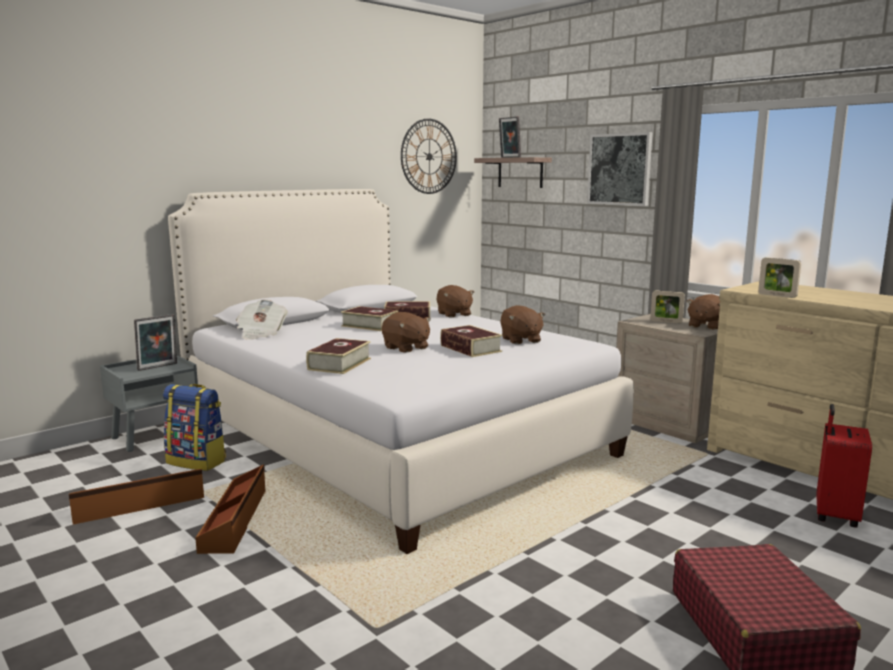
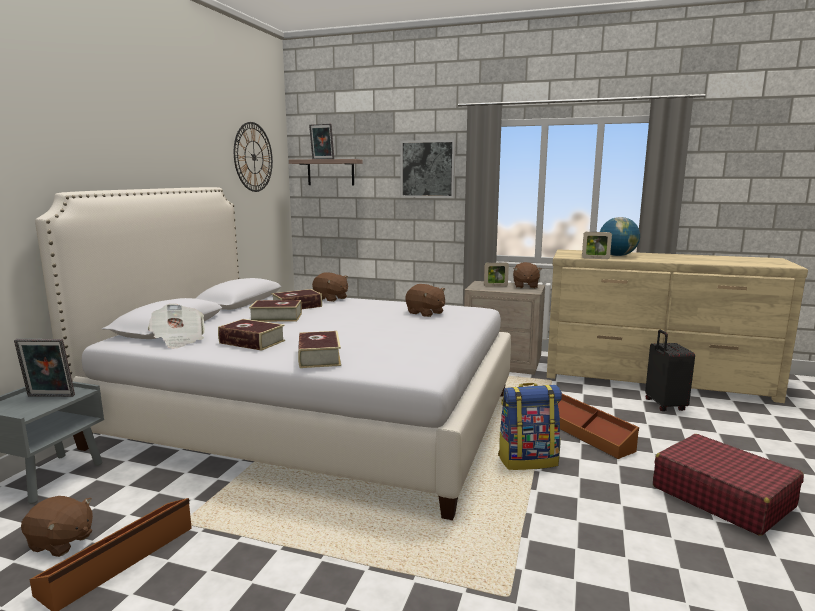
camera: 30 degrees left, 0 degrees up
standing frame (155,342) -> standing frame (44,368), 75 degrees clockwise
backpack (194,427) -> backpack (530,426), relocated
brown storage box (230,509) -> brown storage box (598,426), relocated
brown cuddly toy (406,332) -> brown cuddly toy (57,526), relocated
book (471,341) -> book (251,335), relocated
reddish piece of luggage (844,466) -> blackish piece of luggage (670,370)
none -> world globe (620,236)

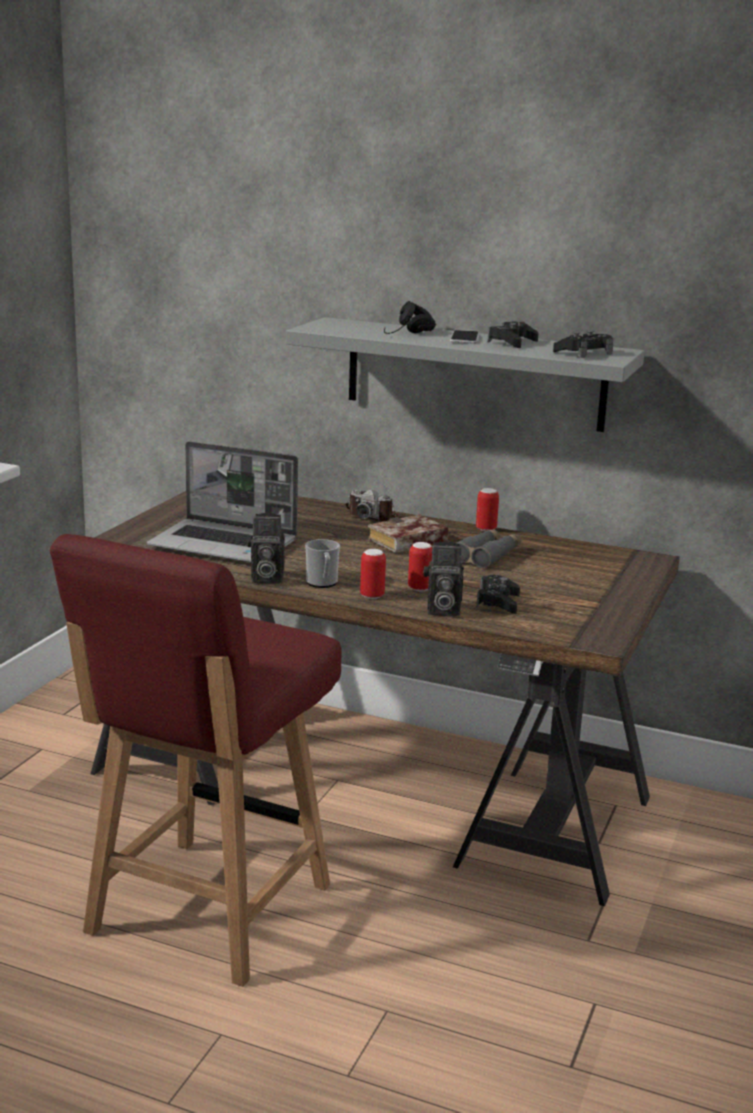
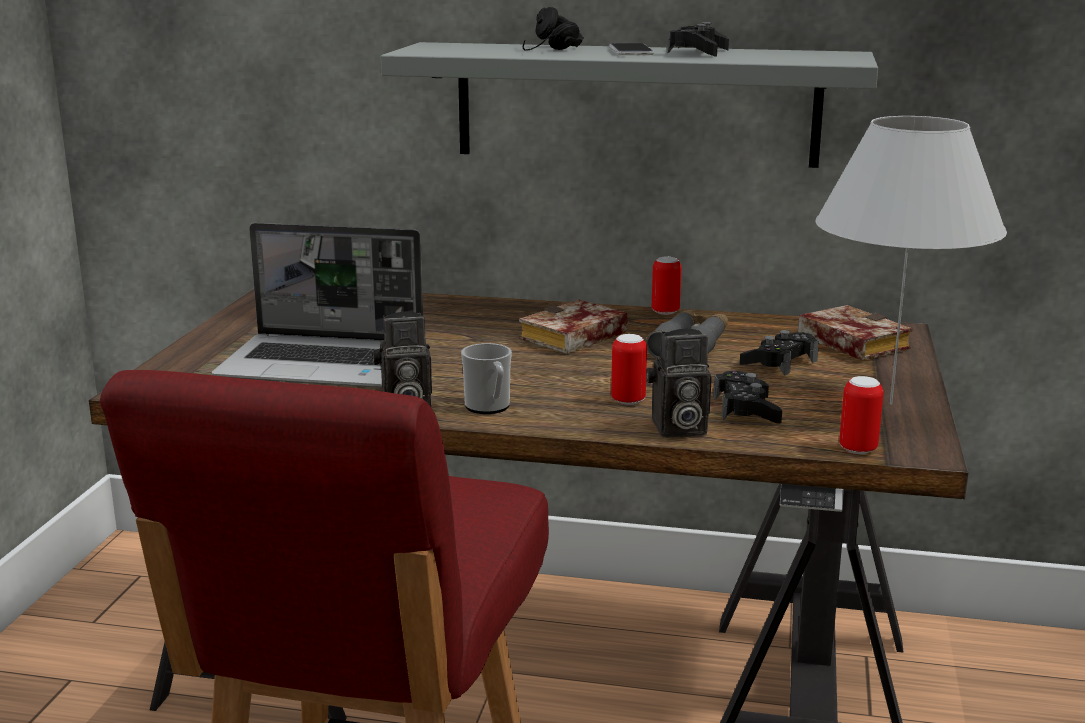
camera: 10 degrees left, 0 degrees up
still camera (371,506) -> none
sealed can (373,574) -> sealed can (861,415), relocated
blackish gamepad (583,344) -> blackish gamepad (779,353), relocated
none -> book (855,333)
none -> white-coloured tabletop lamp (911,260)

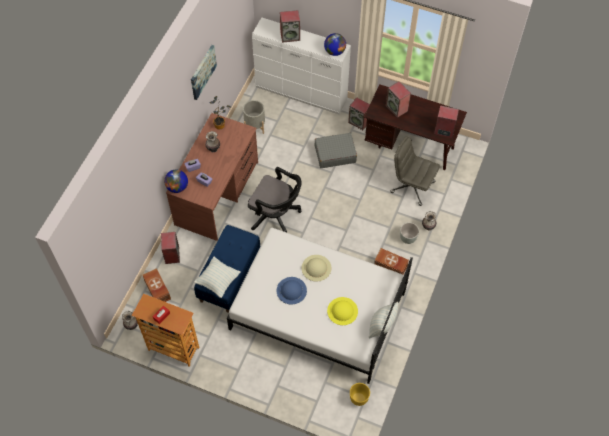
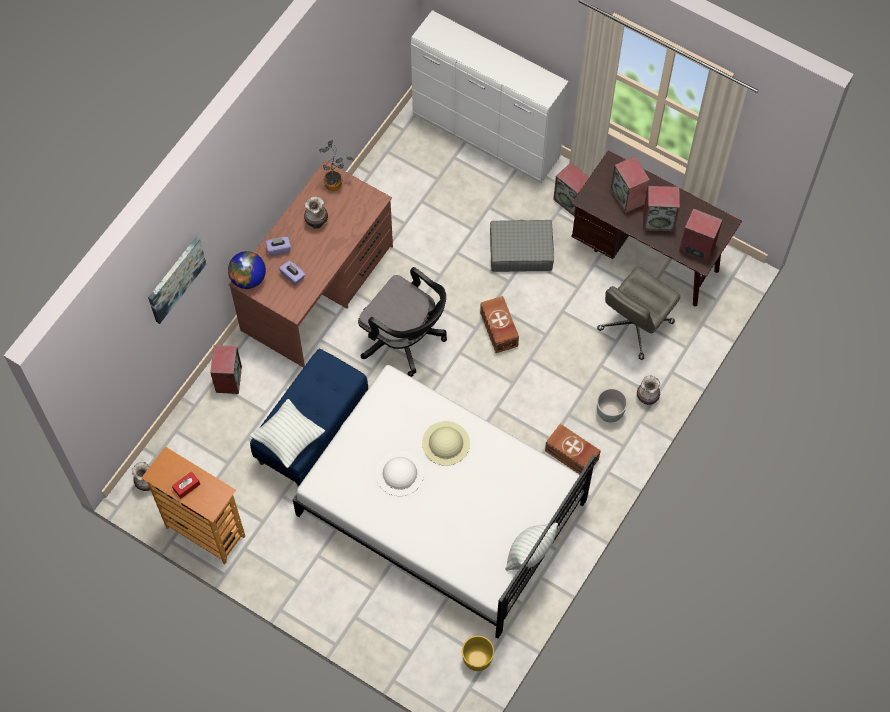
camera: 10 degrees right, 5 degrees up
brown storage box (157,285) -> brown storage box (499,324), relocated
wall art (204,72) -> wall art (177,280), relocated
gray plant pot (254,117) -> none
bluish hat (292,290) -> white-coloured hat (400,473)
loudspeaker (290,26) -> loudspeaker (661,209), relocated
world globe (335,44) -> none
yellowish hat (342,311) -> none
gray desk chair (415,171) -> gray desk chair (639,313), 90 degrees counterclockwise

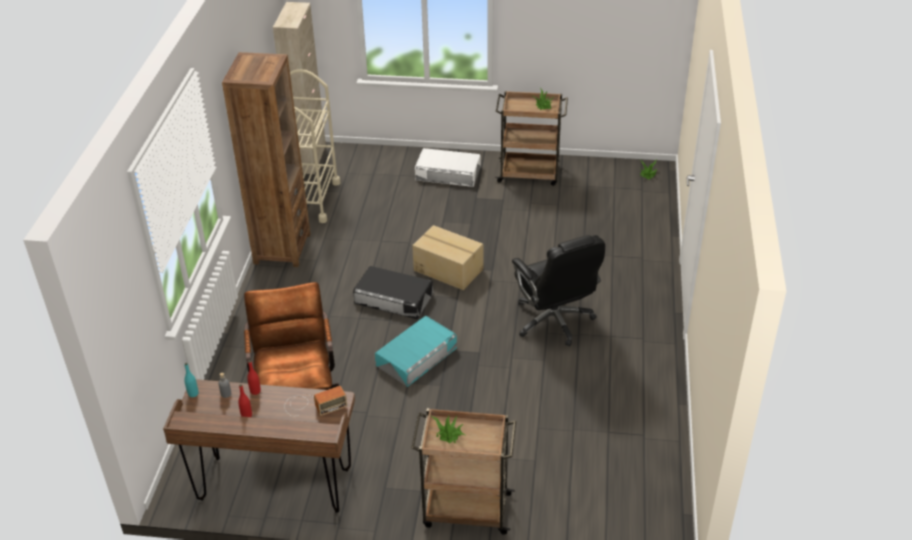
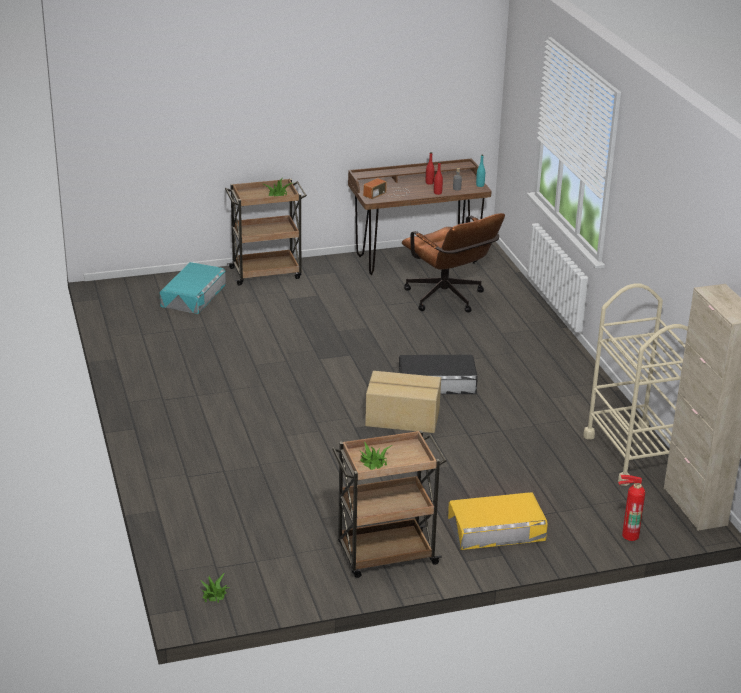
camera: 155 degrees right, 10 degrees down
brown shelving unit (266,159) -> none
turquoise storage box (416,351) -> turquoise storage box (193,288), relocated
white-coloured storage box (448,167) -> yellowish storage box (498,521)
blackish desk chair (558,290) -> none
none -> extinguisher (631,508)

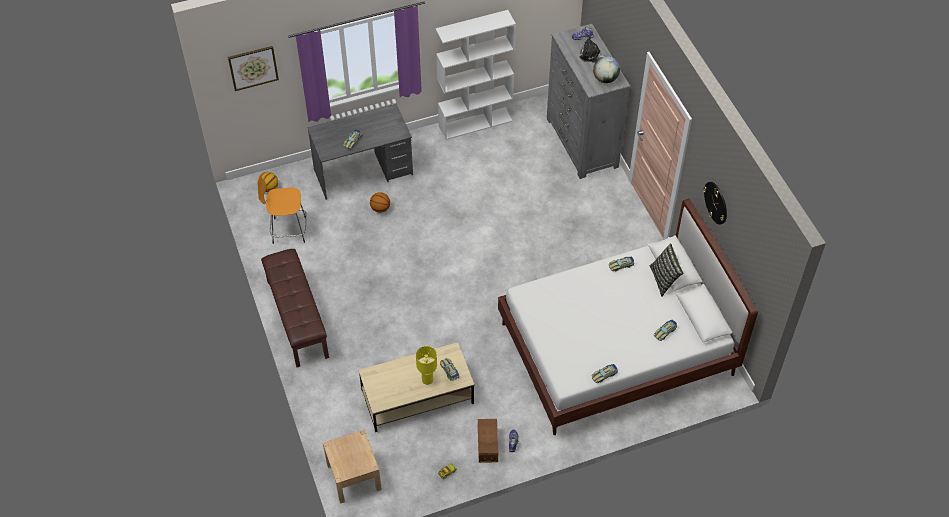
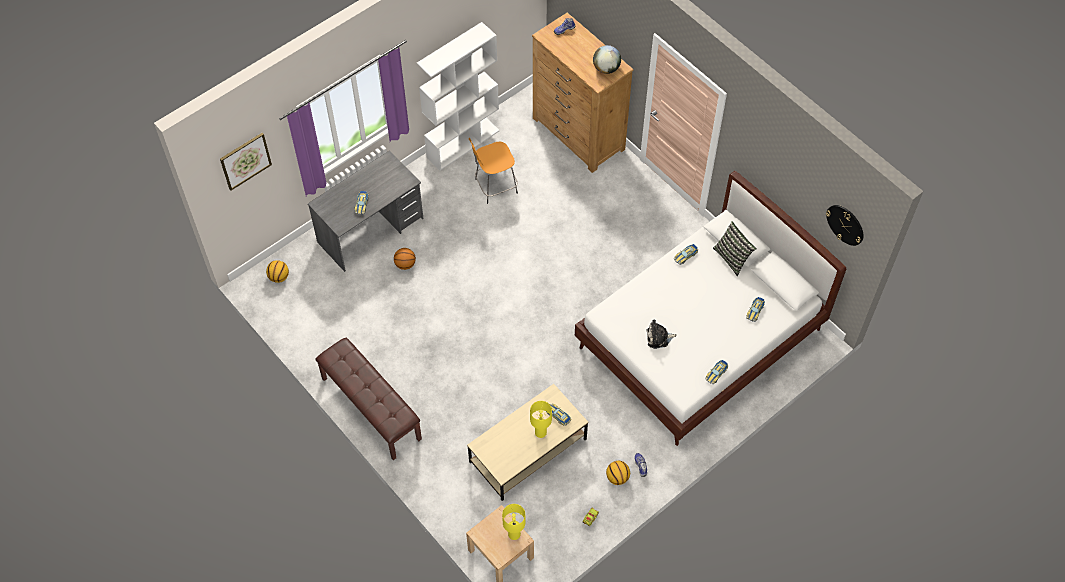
camera: 20 degrees left, 5 degrees up
orange-coloured stool (282,209) -> orange-coloured stool (493,171), relocated
brown storage box (488,441) -> basketball ball (618,473)
gray dresser (588,101) -> brown dresser (583,93)
cuddly toy (592,49) -> cuddly toy (661,334), relocated
clock on the wall (715,203) -> clock on the wall (844,225), relocated
none -> yellowish tabletop lamp (513,522)

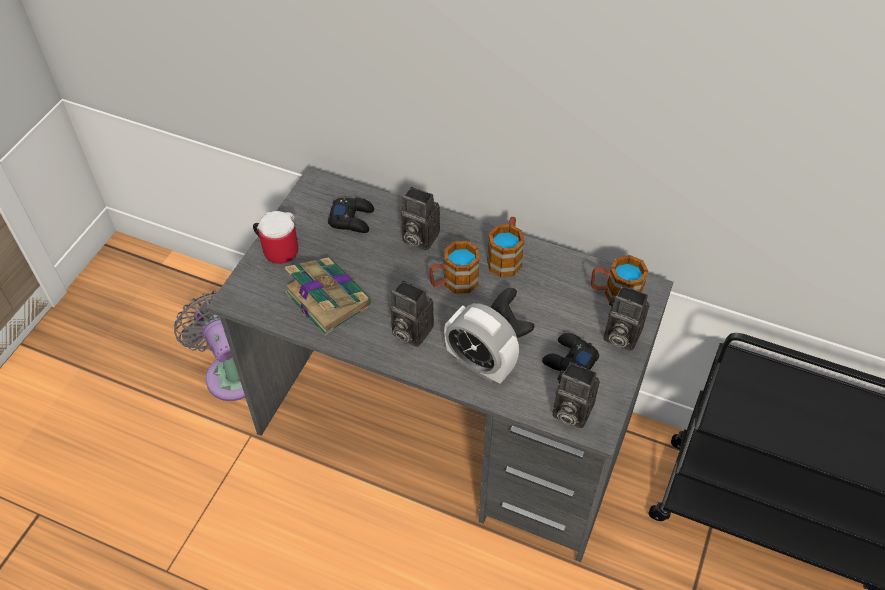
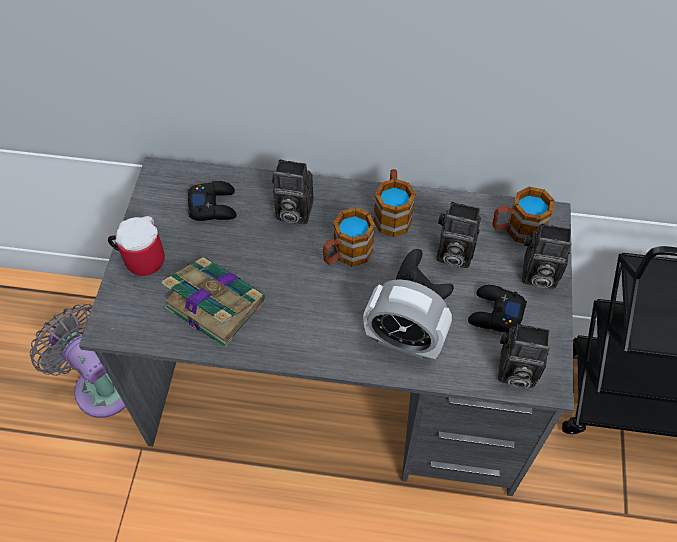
camera: 15 degrees left, 5 degrees up
still camera (412,313) -> still camera (458,235), relocated

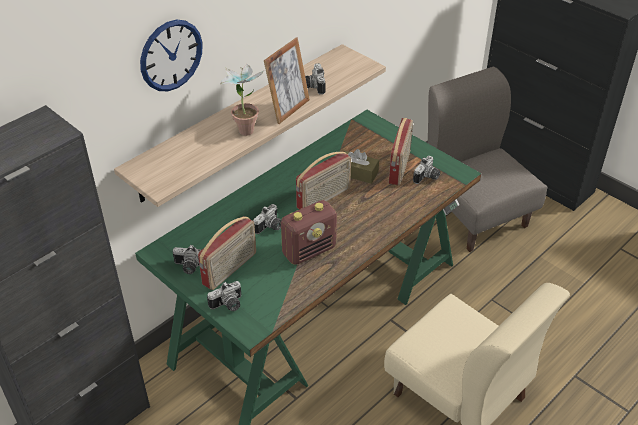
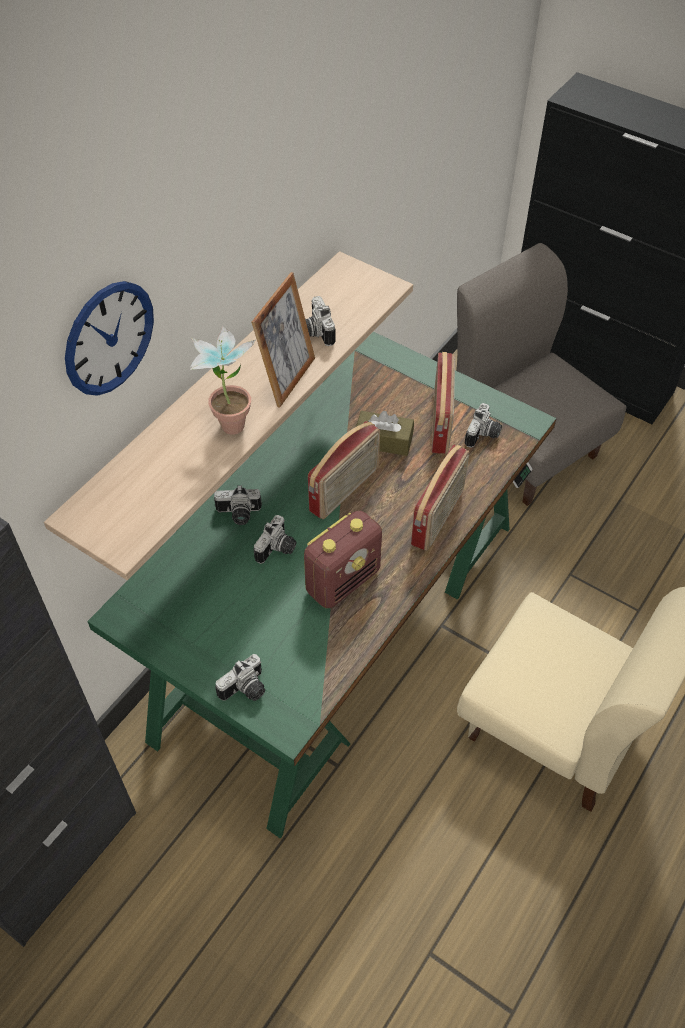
camera: 10 degrees left, 10 degrees up
still camera (187,259) -> still camera (238,505), relocated
radio receiver (227,253) -> radio receiver (440,497), relocated

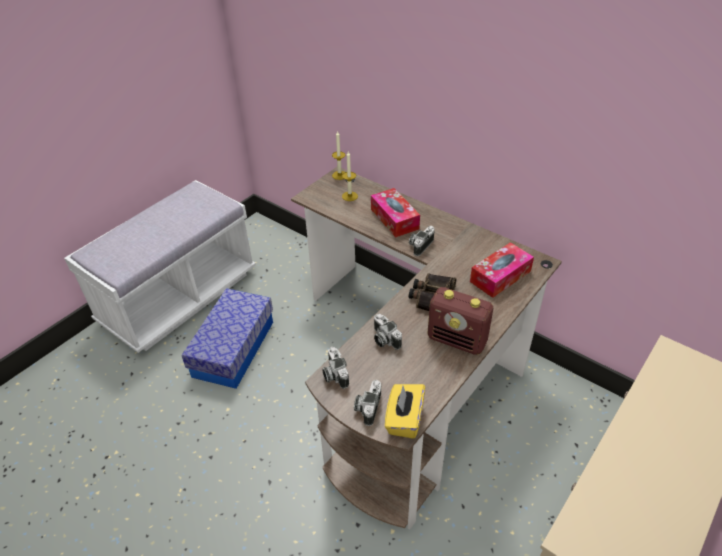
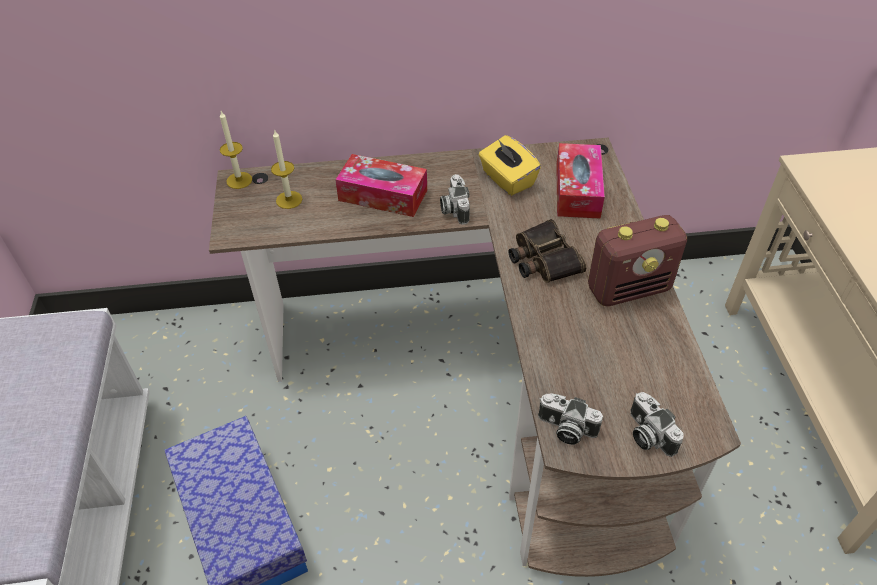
camera: 45 degrees left, 5 degrees up
still camera (388,332) -> none
yellowish tissue holder (405,411) -> yellowish tissue holder (510,165), relocated

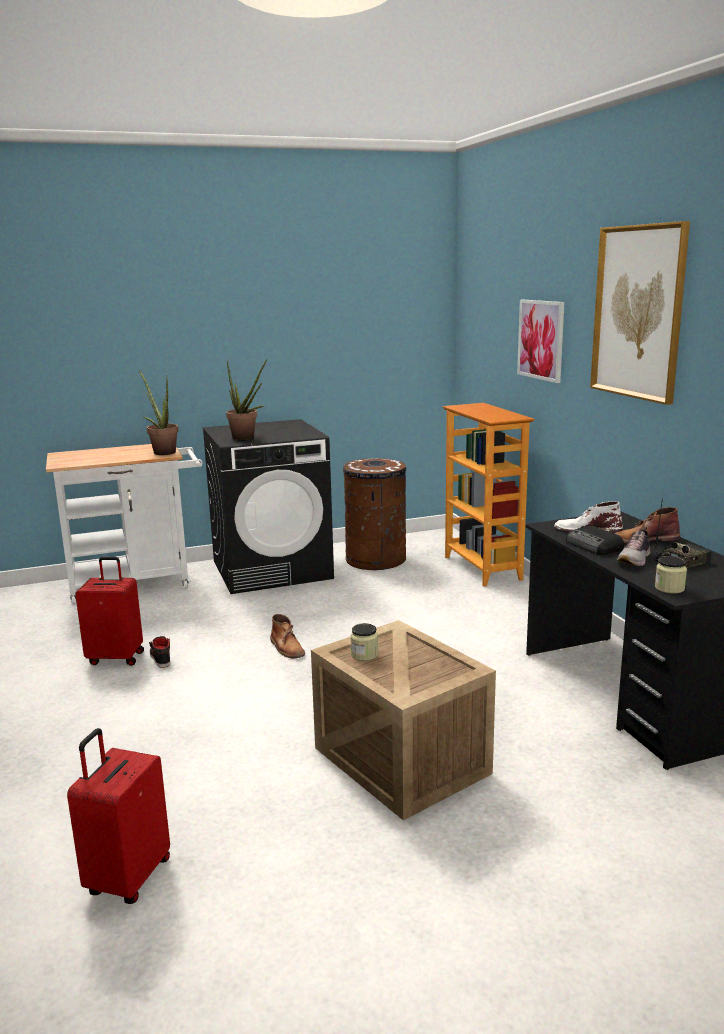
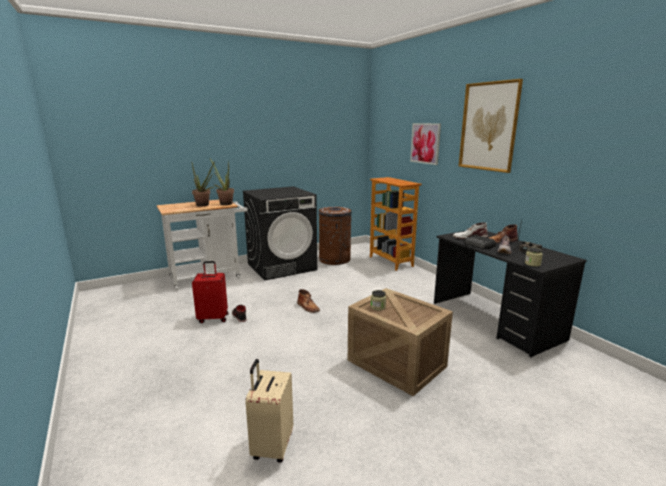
camera: 10 degrees left, 0 degrees up
reddish piece of luggage (118,816) -> beige piece of luggage (269,411)
plant in a pot (246,399) -> plant in a pot (203,184), relocated

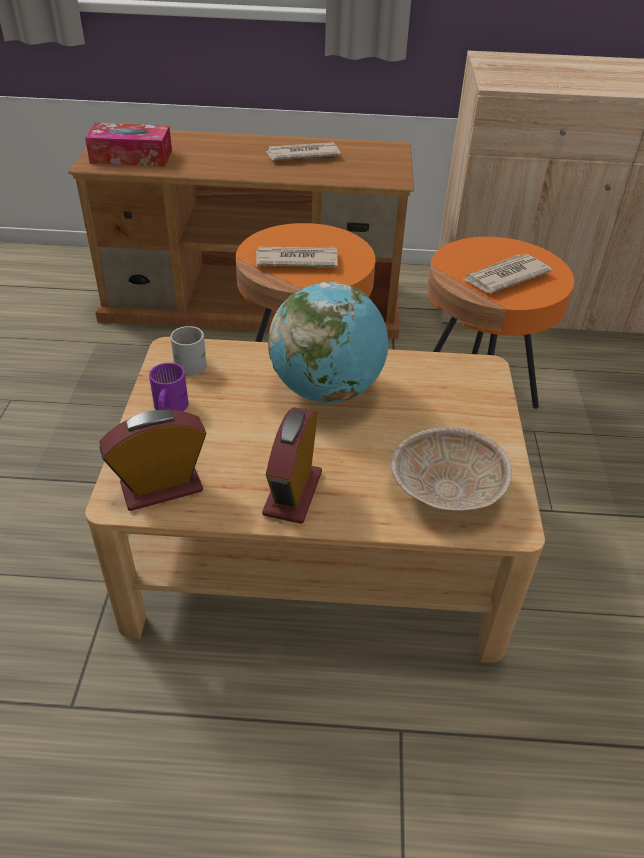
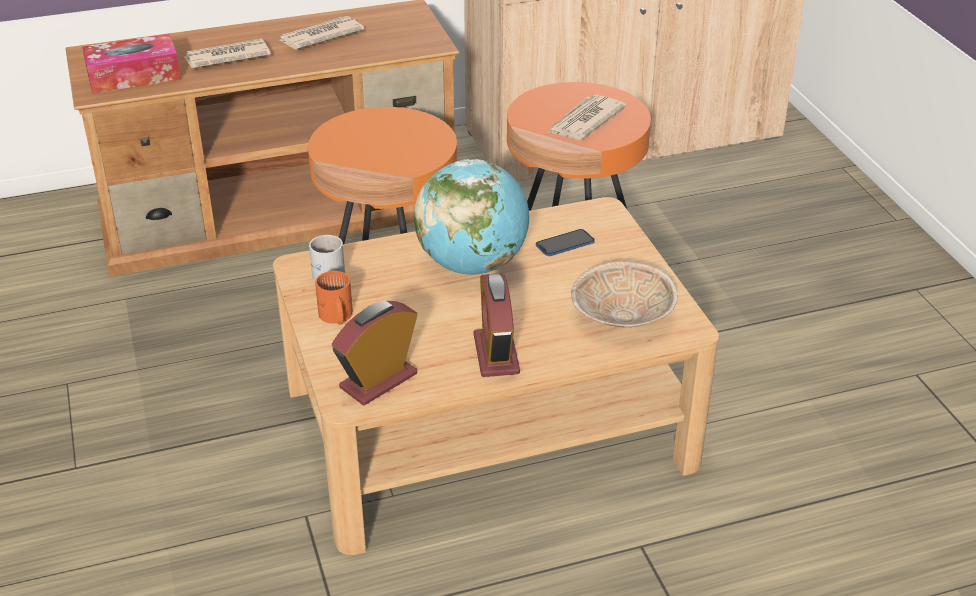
camera: 20 degrees left, 5 degrees down
purplish mug (169,387) -> orange-coloured mug (334,298)
printed paper (297,256) -> printed paper (227,53), relocated
none -> telephone (565,242)

